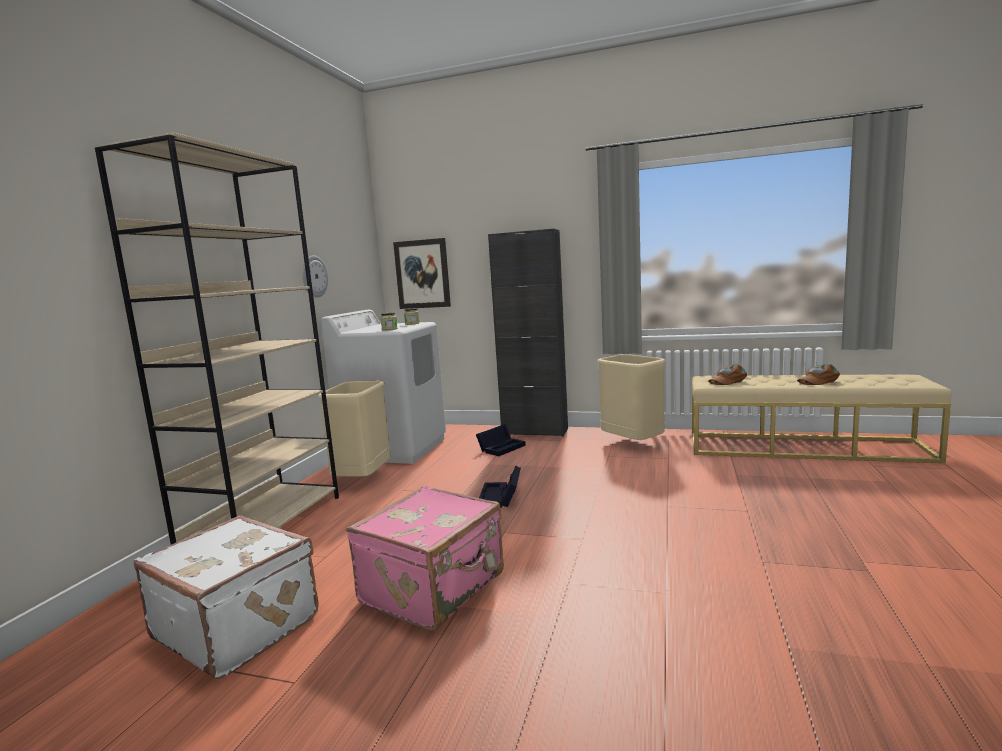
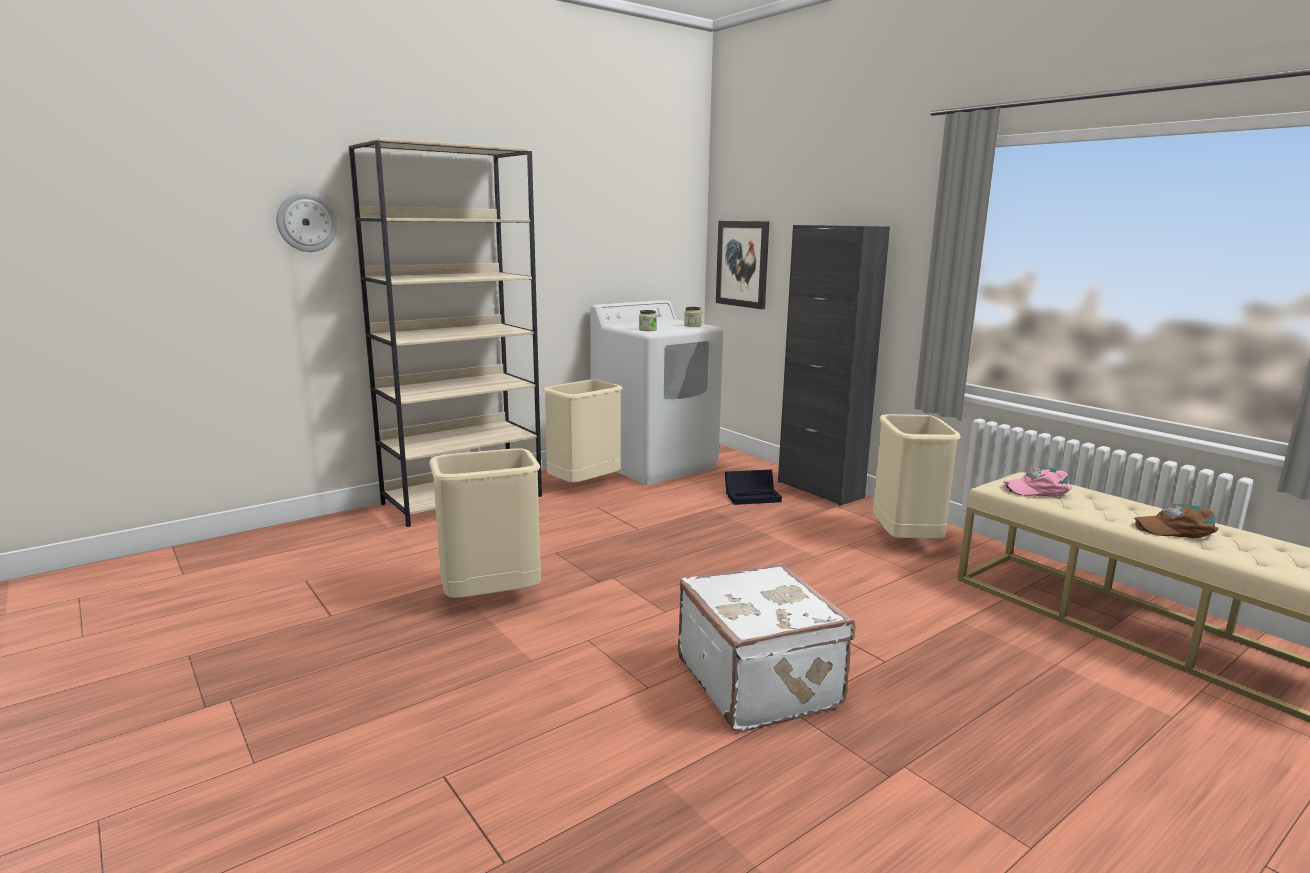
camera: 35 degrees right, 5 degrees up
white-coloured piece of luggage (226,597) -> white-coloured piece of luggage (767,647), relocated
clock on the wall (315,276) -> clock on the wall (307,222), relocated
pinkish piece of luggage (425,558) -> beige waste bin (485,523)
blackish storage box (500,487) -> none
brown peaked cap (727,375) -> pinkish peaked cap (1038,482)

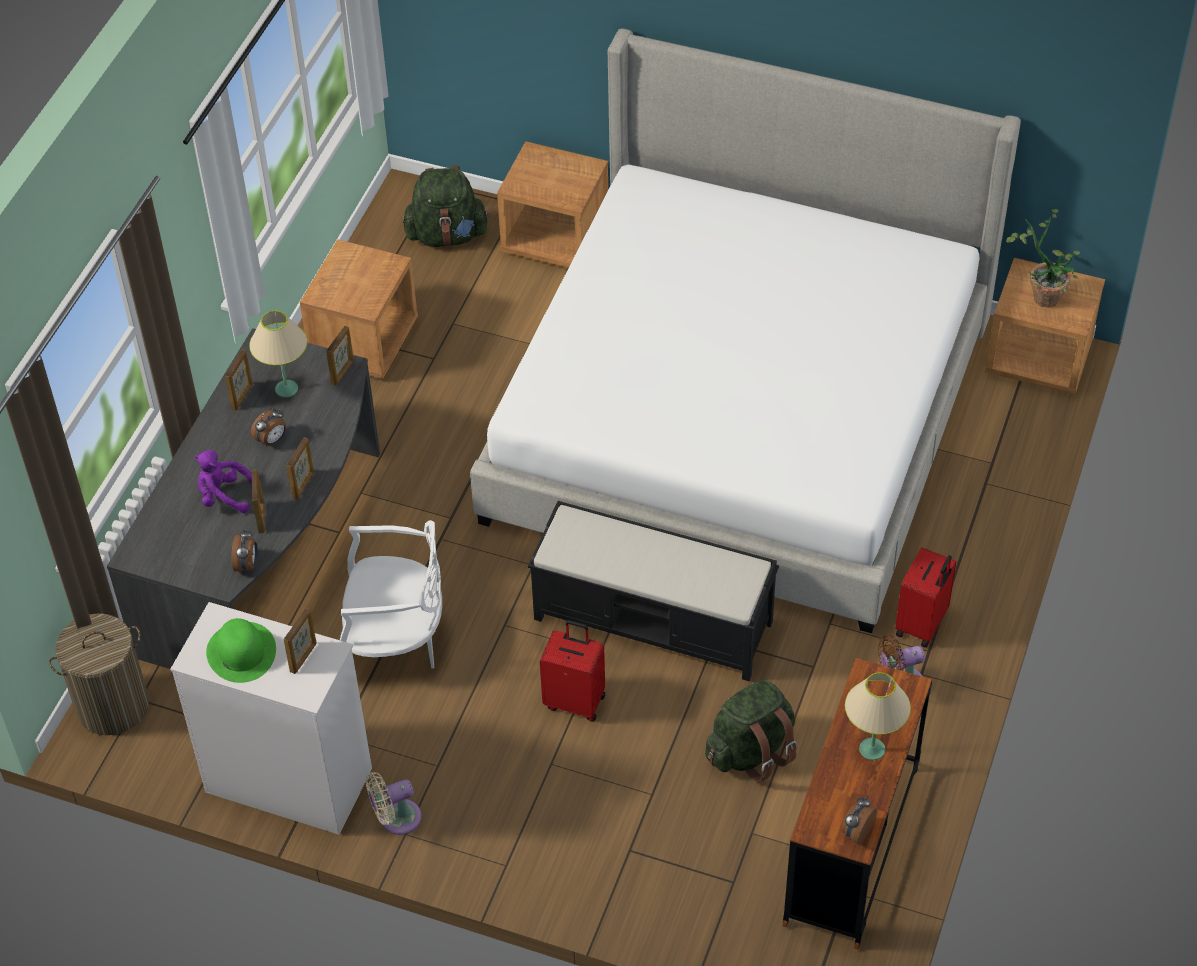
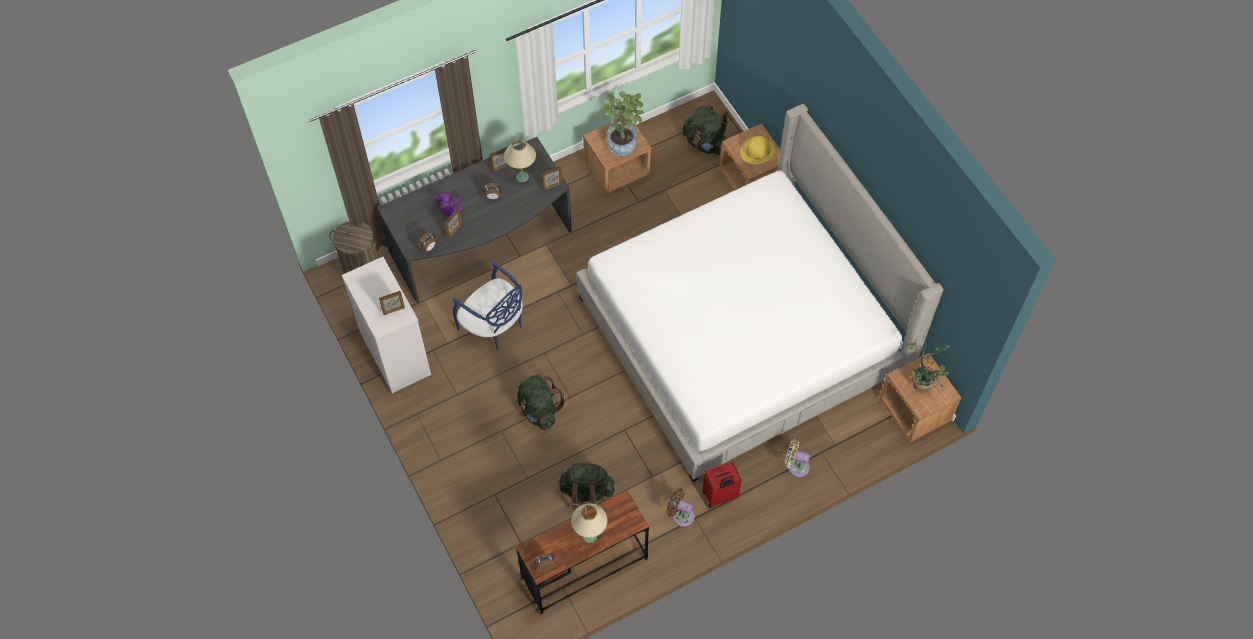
camera: 40 degrees right, 10 degrees up
purplish cuddly toy (223,481) -> purplish cuddly toy (449,204), 135 degrees counterclockwise
greenish hat (241,650) -> none
standing frame (300,469) -> none
white-coloured chair (391,594) -> bluish chair (488,305)
beige electric fan (393,803) -> beige electric fan (797,458), relocated
blackish bench (653,591) -> none
reddish piece of luggage (573,671) -> greenish backpack (541,402)
none -> plant in a pot (622,123)
none -> yellowish hat (757,150)

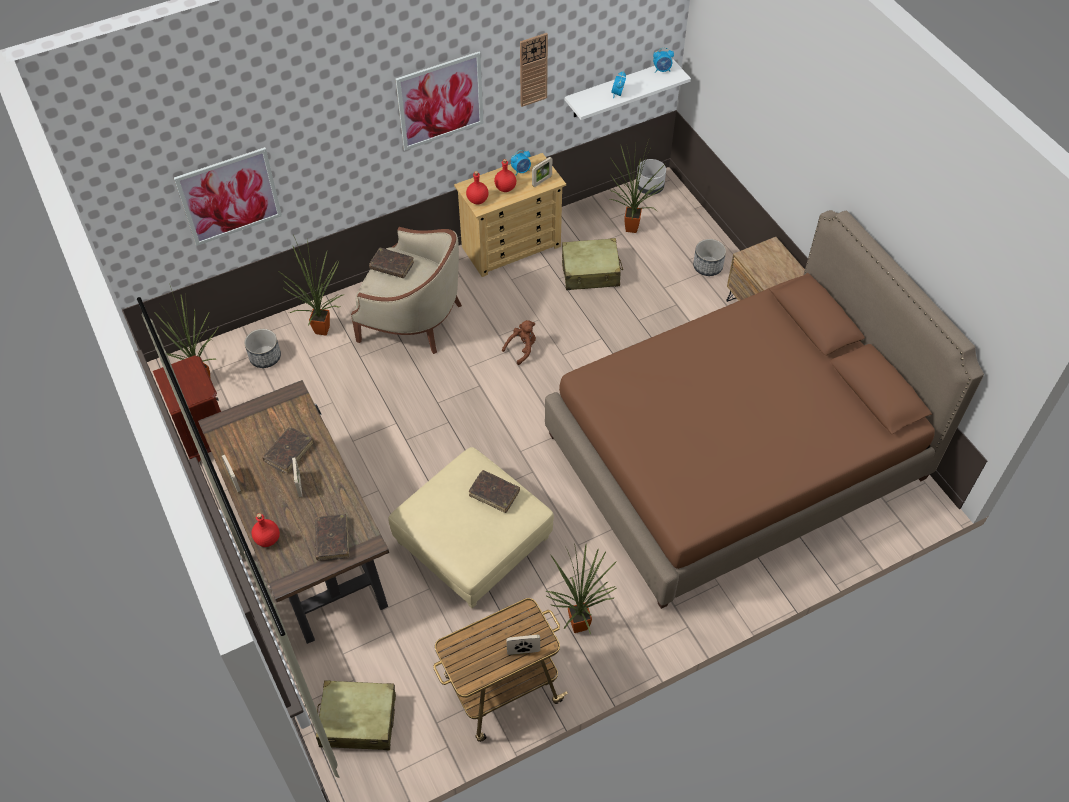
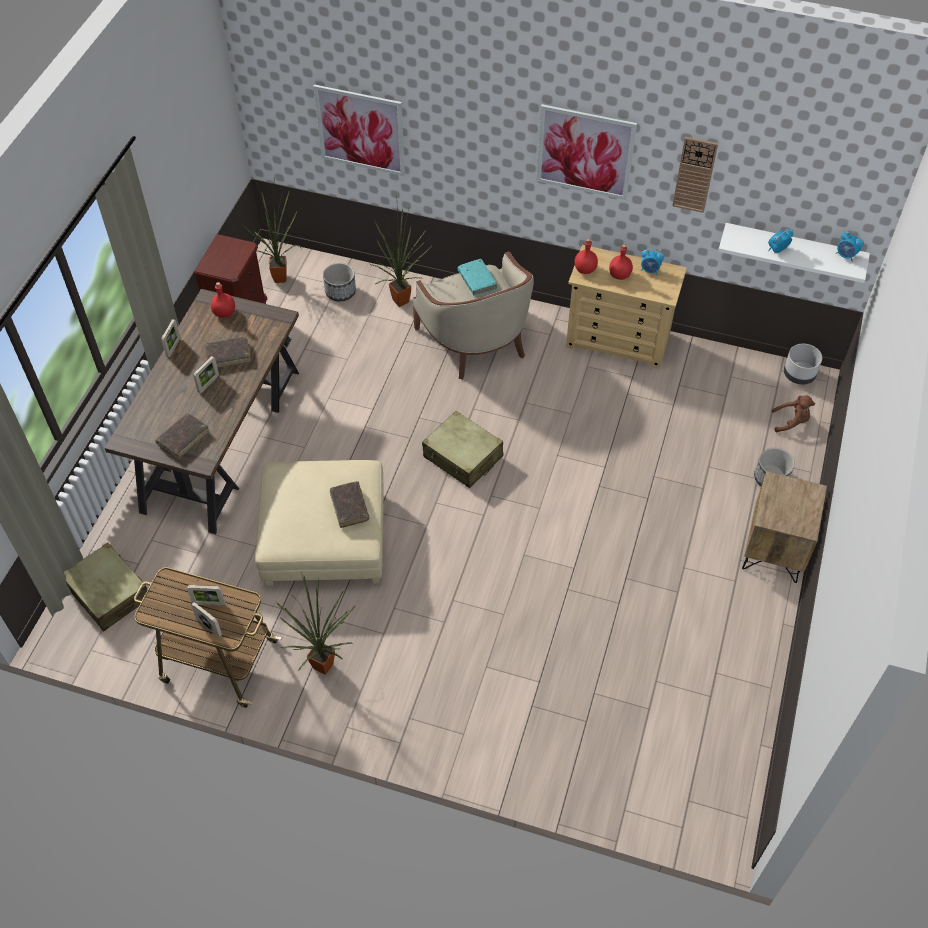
camera: 45 degrees right, 0 degrees up
reddish drink bottle (266,530) -> reddish drink bottle (223,300), relocated
brown book (391,263) -> turquoise book (477,277)
brown cuddly toy (519,342) -> brown cuddly toy (793,413), relocated
standing frame (542,172) -> standing frame (206,595), relocated
brown sleeping bed (764,409) -> none
beige piece of luggage (592,264) -> beige piece of luggage (462,449), relocated
plant in a pot (638,185) -> none

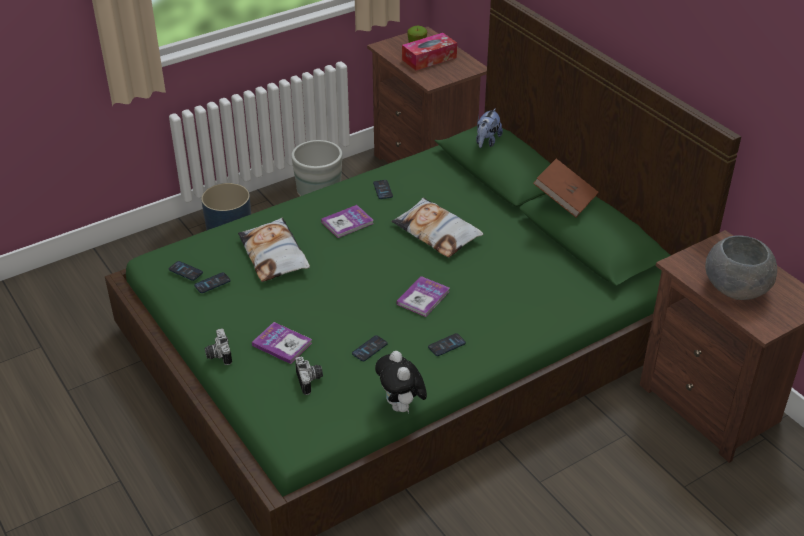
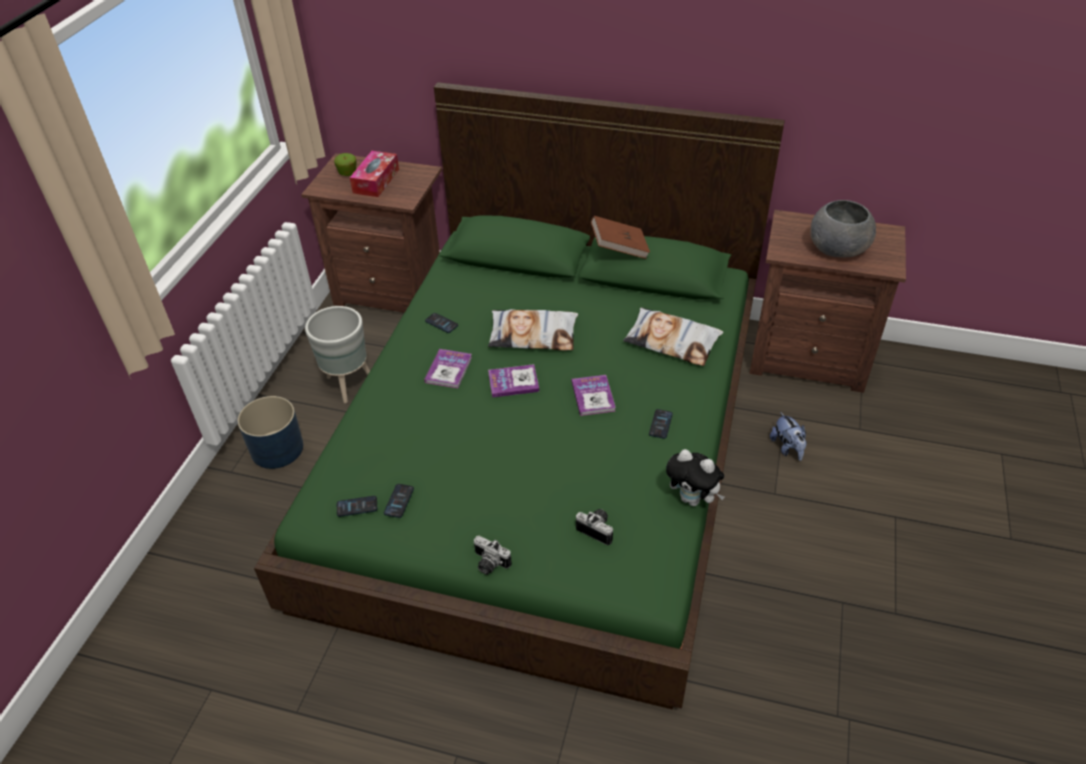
camera: 40 degrees left, 5 degrees up
cushion (274,250) -> cushion (673,337), relocated
book (282,343) -> book (513,381), relocated
telephone (370,348) -> none
cuddly toy (489,128) -> cuddly toy (788,436), relocated

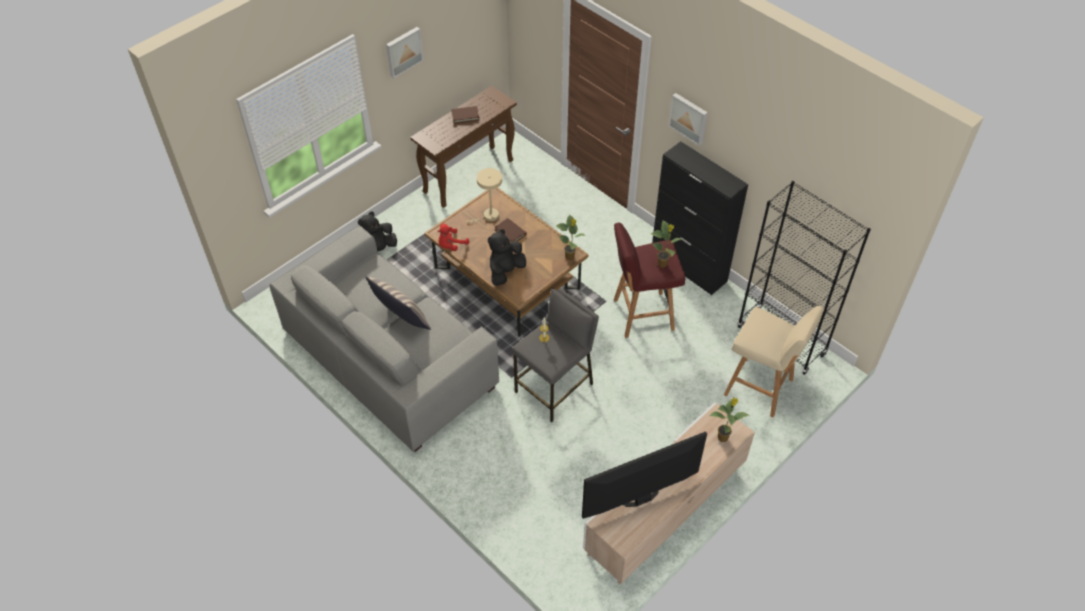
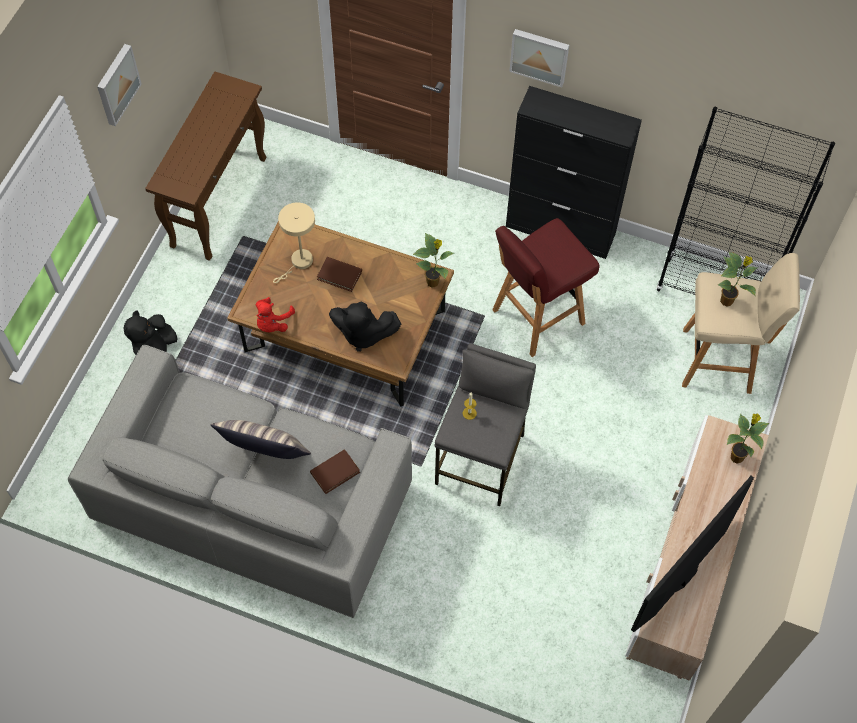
camera: 25 degrees left, 10 degrees up
brown book (465,115) -> brown book (335,471), relocated
blackish cuddly toy (507,257) -> blackish cuddly toy (365,327), 90 degrees counterclockwise
plant in a pot (666,243) -> plant in a pot (738,279), relocated

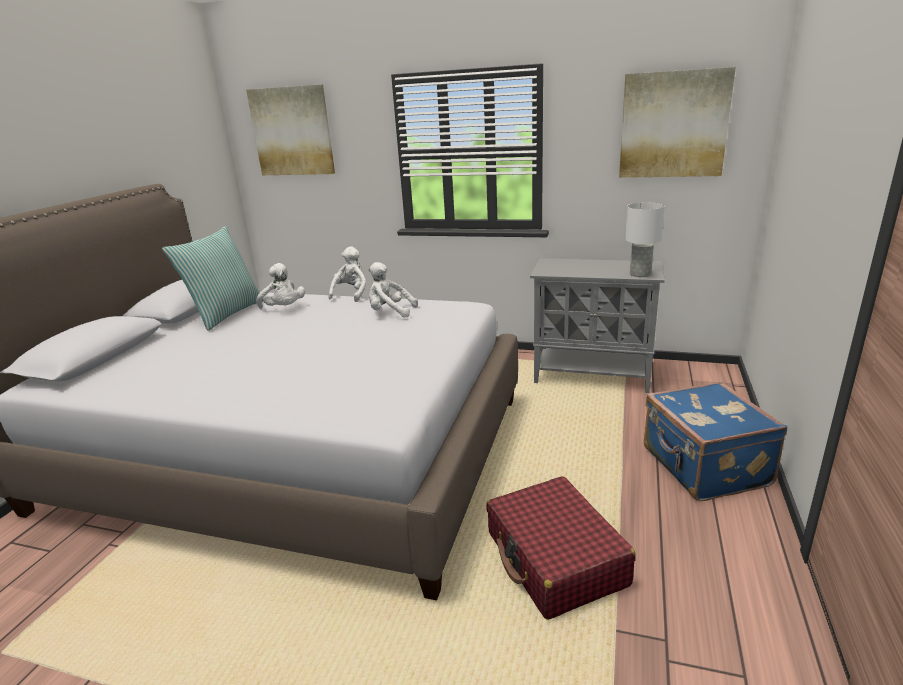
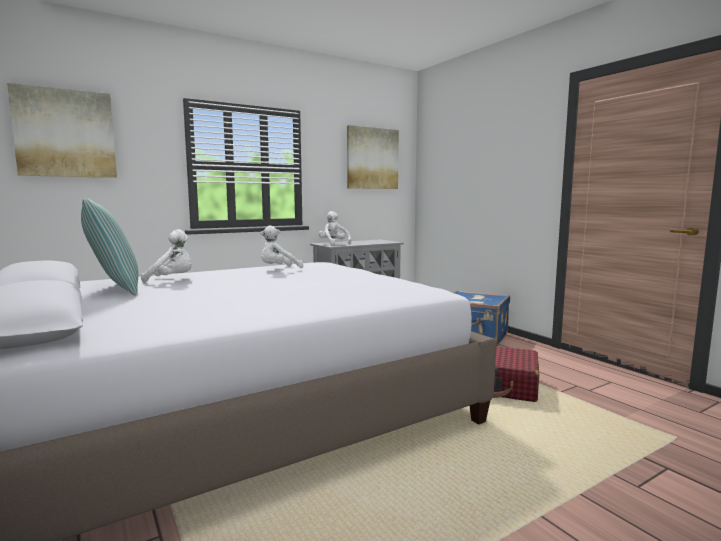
camera: 50 degrees left, 15 degrees down
white-coloured cuddly toy (347,274) -> white-coloured cuddly toy (335,228), relocated
white-coloured tabletop lamp (645,240) -> none

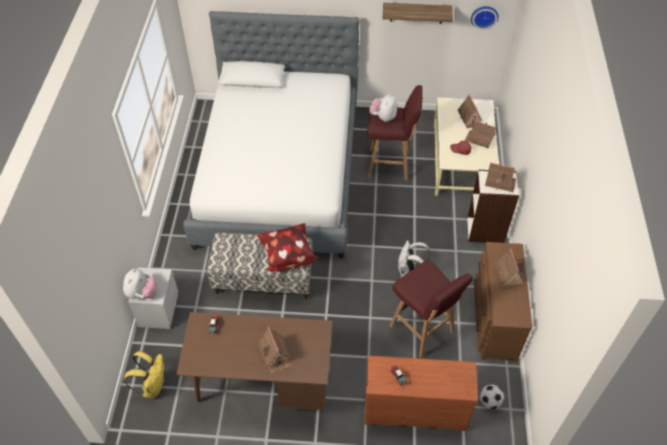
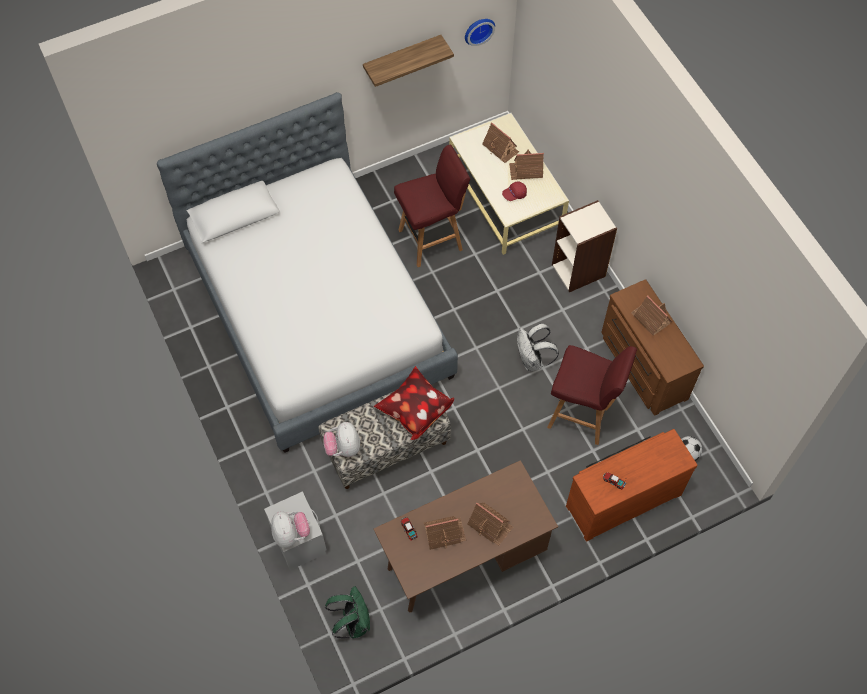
camera: 30 degrees left, 10 degrees up
yellowish backpack (144,374) -> greenish backpack (347,612)
cuddly toy (383,108) -> cuddly toy (342,439), relocated
toy house (500,177) -> toy house (445,533), relocated

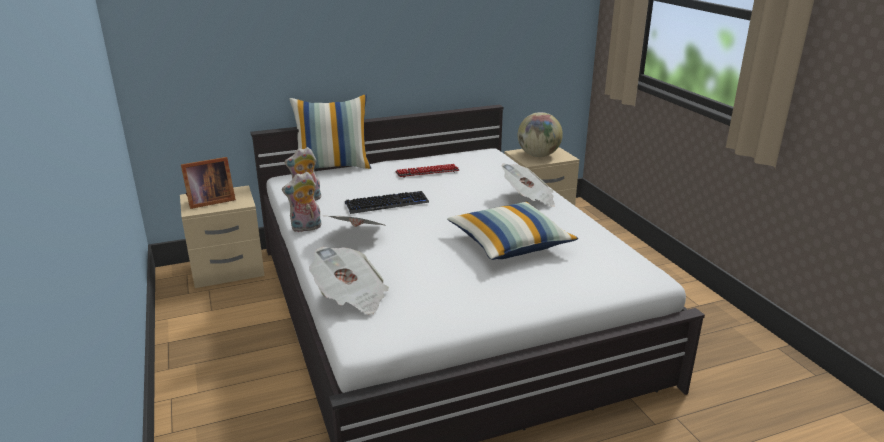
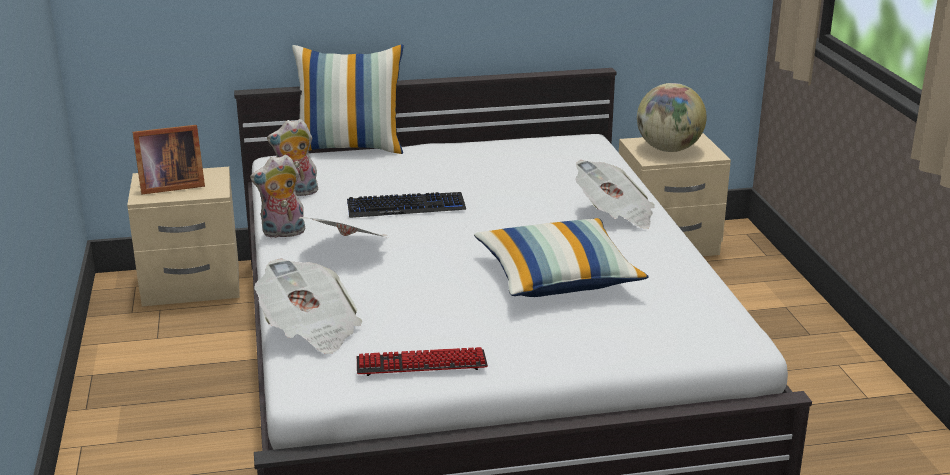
camera: 10 degrees right, 0 degrees up
PC keyboard (427,171) -> PC keyboard (422,361), relocated

